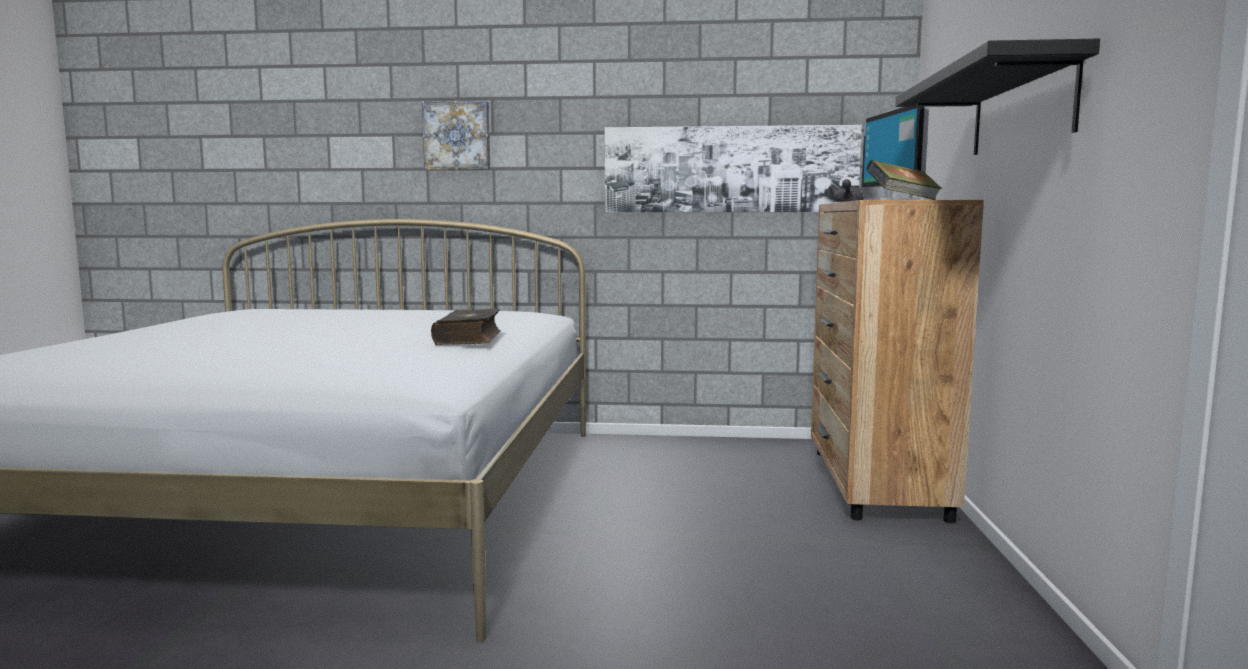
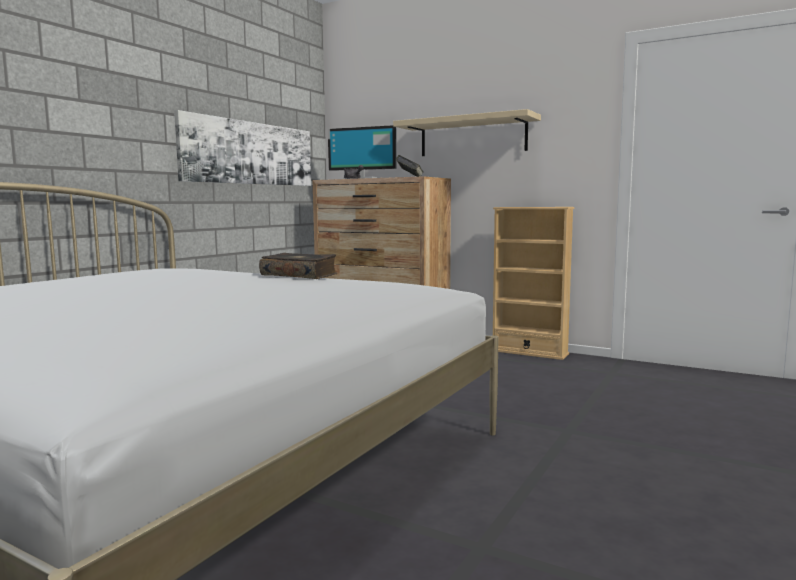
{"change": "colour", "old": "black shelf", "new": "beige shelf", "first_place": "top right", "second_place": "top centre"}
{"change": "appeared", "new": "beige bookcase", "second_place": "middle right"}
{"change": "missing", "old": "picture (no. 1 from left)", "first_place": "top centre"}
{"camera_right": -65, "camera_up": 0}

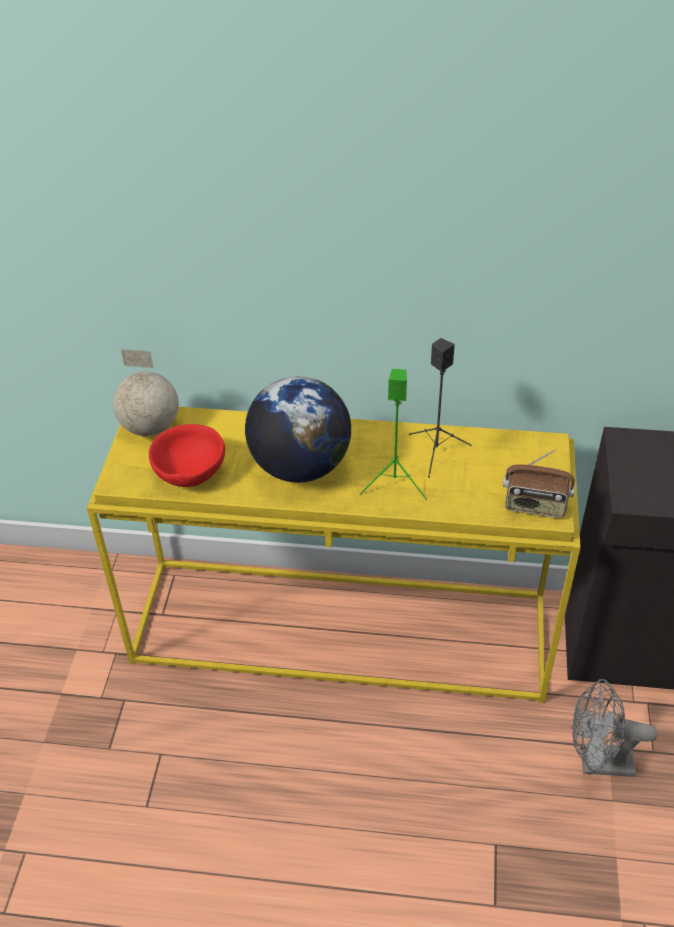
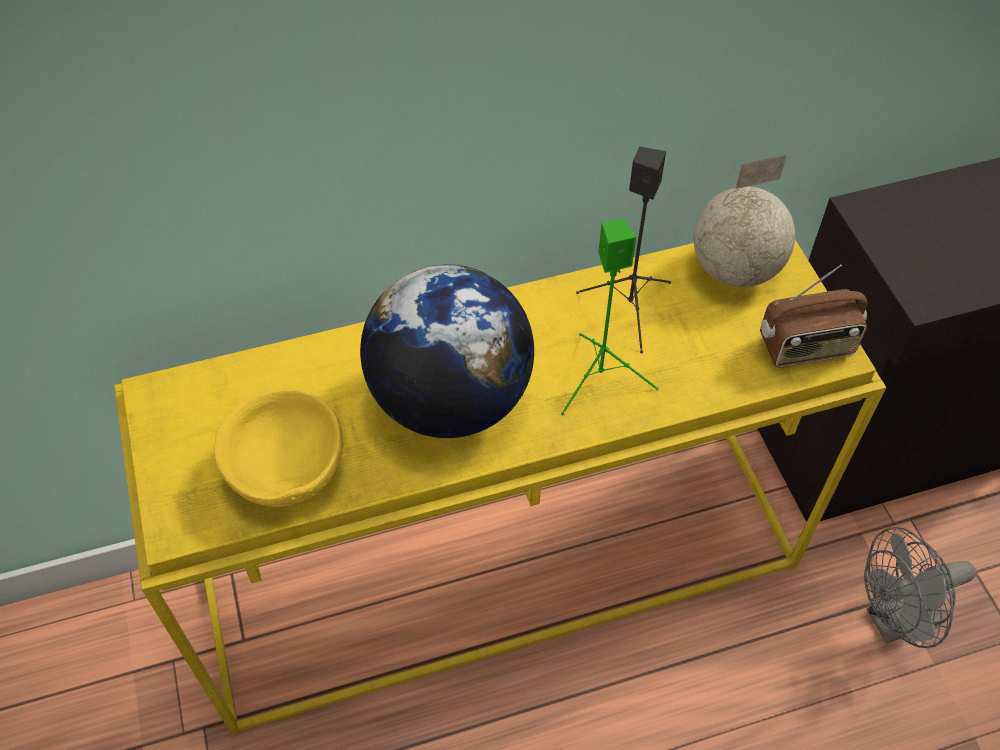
{"change": "colour", "old": "red bowl", "new": "yellow bowl", "first_place": "middle left", "second_place": "middle left"}
{"change": "relocated", "old": "globe (no. 1 from left in the first image)", "new": "globe (no. 2 from left)", "first_place": "middle left", "second_place": "top right"}
{"camera_right": -25, "camera_up": 10}

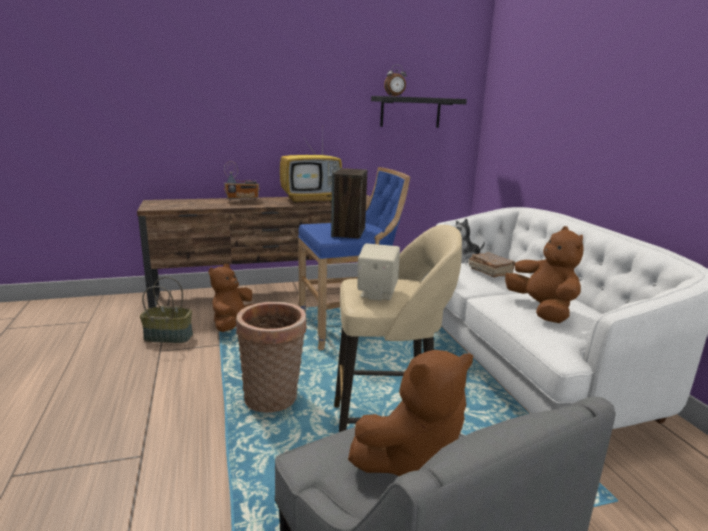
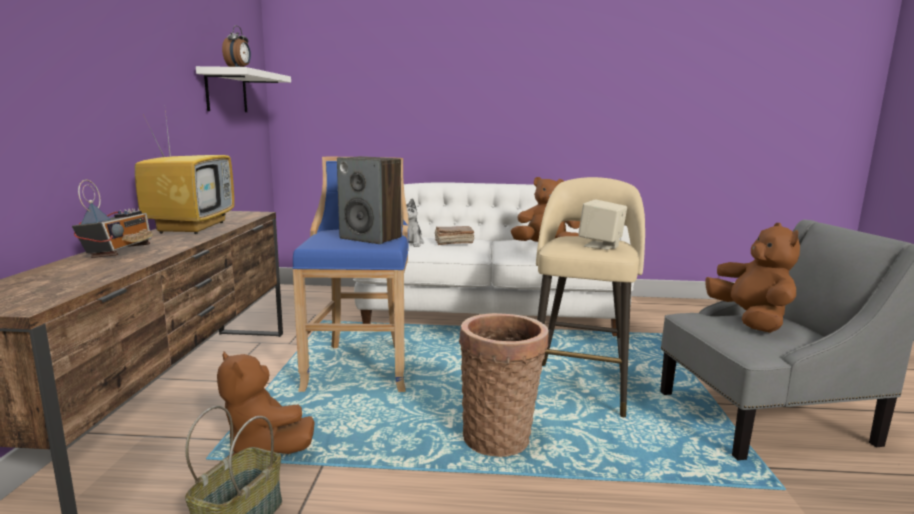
{"change": "colour", "old": "black shelf", "new": "white shelf", "first_place": "top centre", "second_place": "top left"}
{"camera_right": -70, "camera_up": -5}

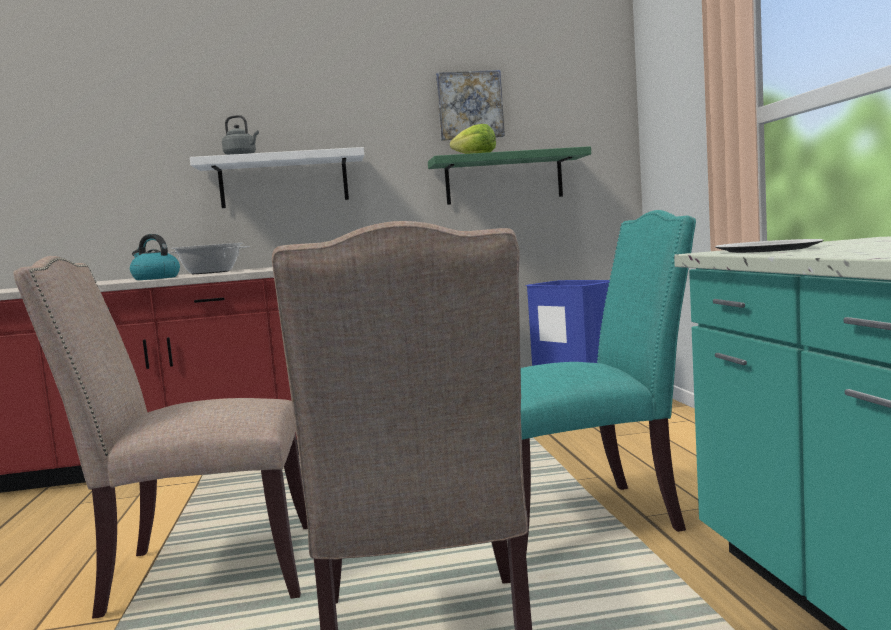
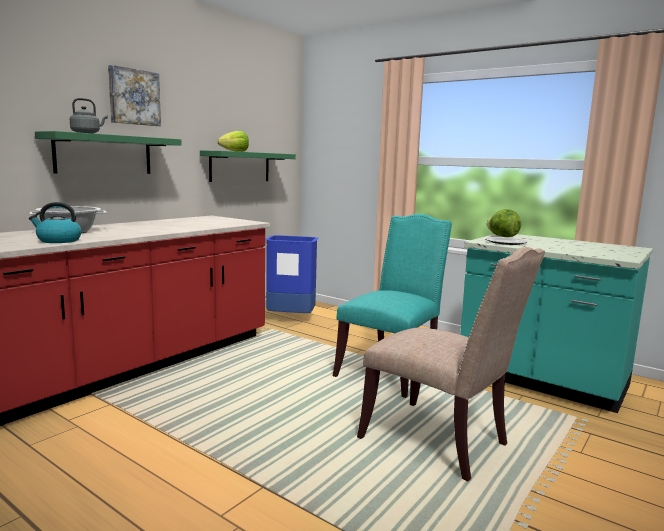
{"change": "colour", "old": "white shelf", "new": "green shelf (no. 1 from left)", "first_place": "top left", "second_place": "top left"}
{"change": "relocated", "old": "picture", "first_place": "top centre", "second_place": "top left"}
{"change": "appeared", "new": "lettuce (no. 2 from left)", "second_place": "middle right"}
{"change": "missing", "old": "beige chair (no. 1 from left)", "first_place": "bottom left"}
{"camera_right": -45, "camera_up": 5}

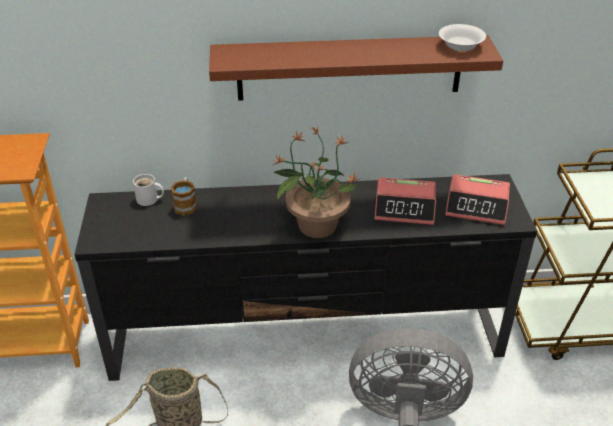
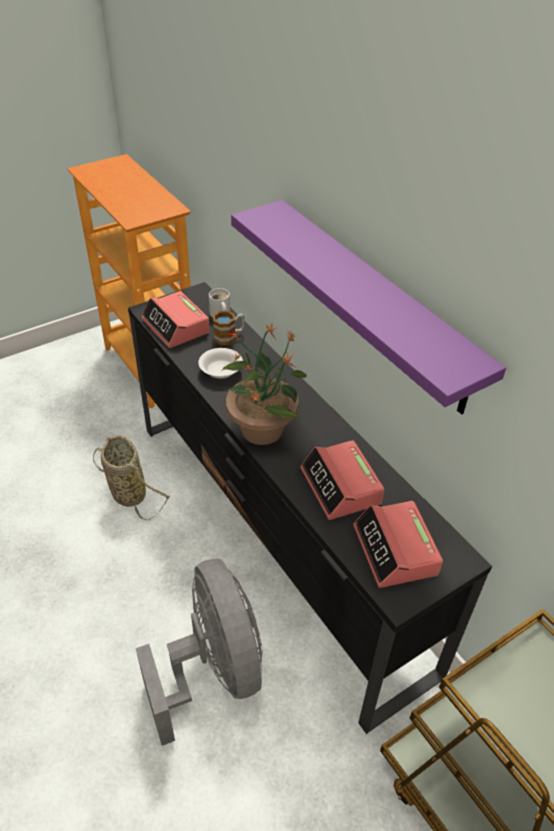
{"change": "appeared", "new": "alarm clock (no. 1 from left)", "second_place": "middle left"}
{"change": "relocated", "old": "white bowl", "first_place": "top right", "second_place": "centre"}
{"change": "colour", "old": "brown shelf", "new": "purple shelf", "first_place": "top centre", "second_place": "centre"}
{"camera_right": 60, "camera_up": 5}

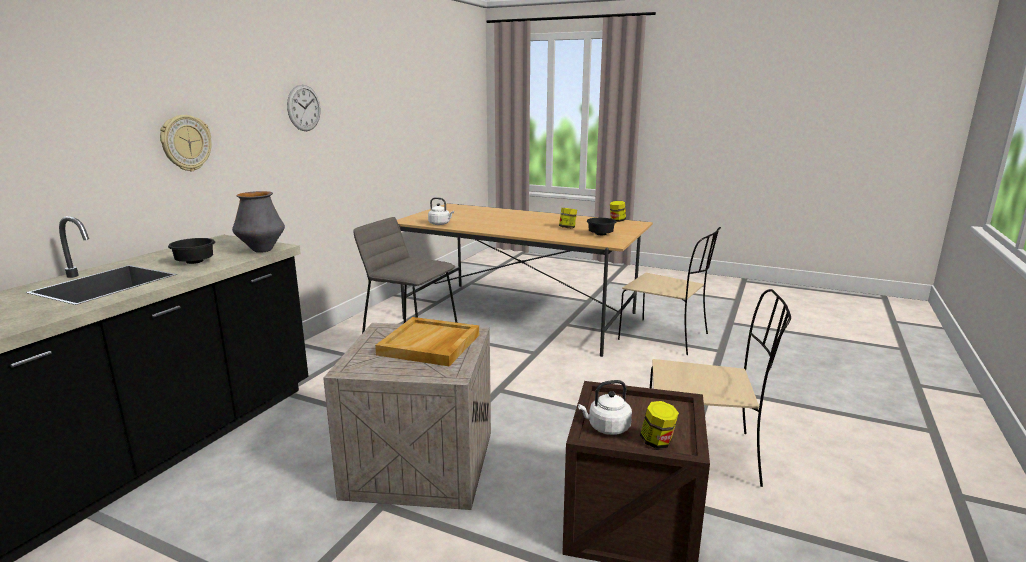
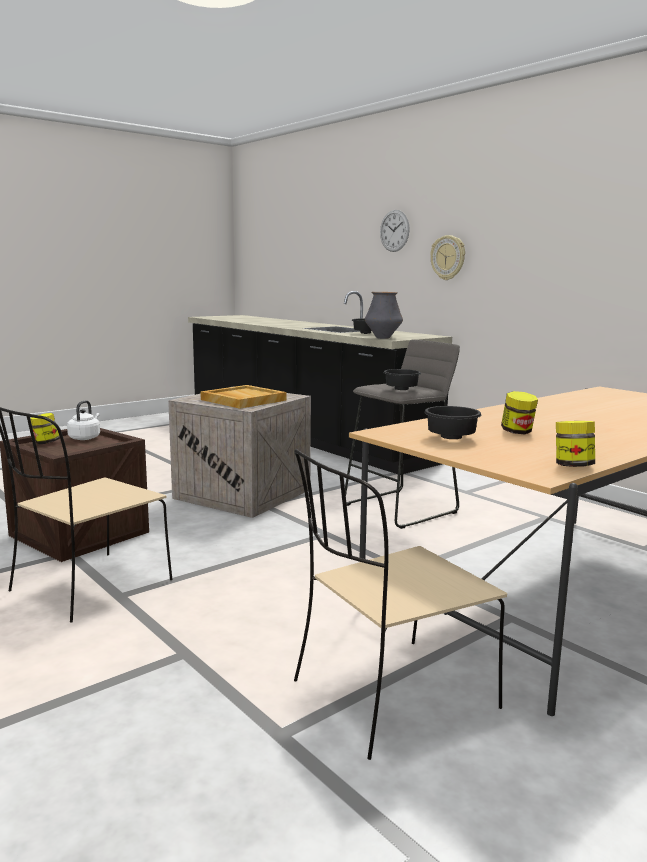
{"change": "relocated", "old": "wall clock (no. 2 from left in the first image)", "new": "wall clock (no. 1 from left)", "first_place": "top left", "second_place": "top centre"}
{"change": "appeared", "new": "black bowl (no. 2 from left)", "second_place": "centre"}
{"change": "missing", "old": "white kettle (no. 1 from left)", "first_place": "centre"}
{"camera_right": 115, "camera_up": -5}

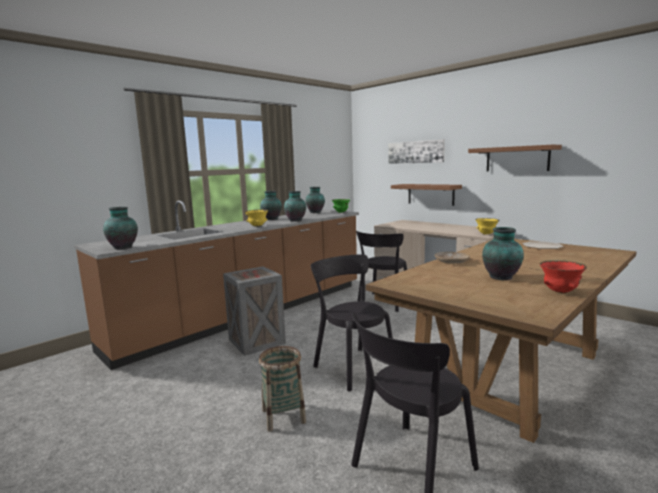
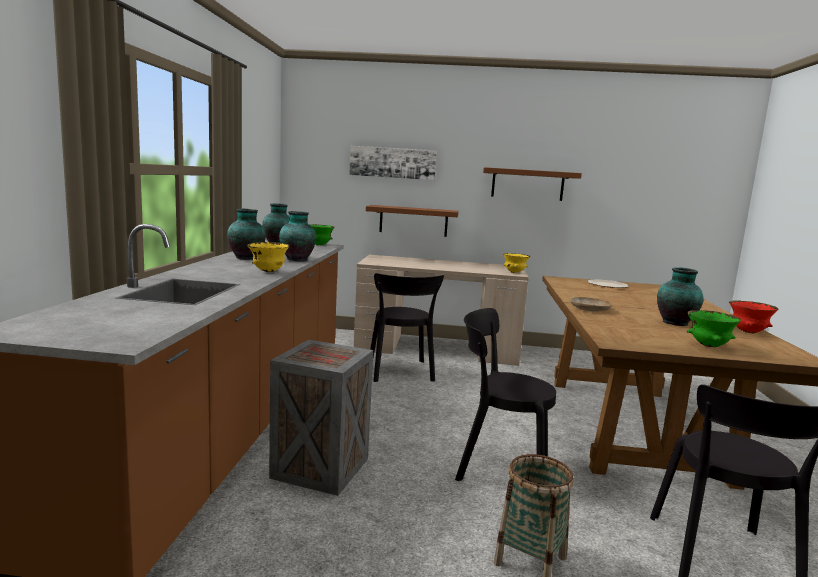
{"change": "appeared", "new": "green bowl (no. 2 from left)", "second_place": "middle right"}
{"change": "missing", "old": "vase (no. 1 from left)", "first_place": "middle left"}
{"camera_right": -40, "camera_up": 0}

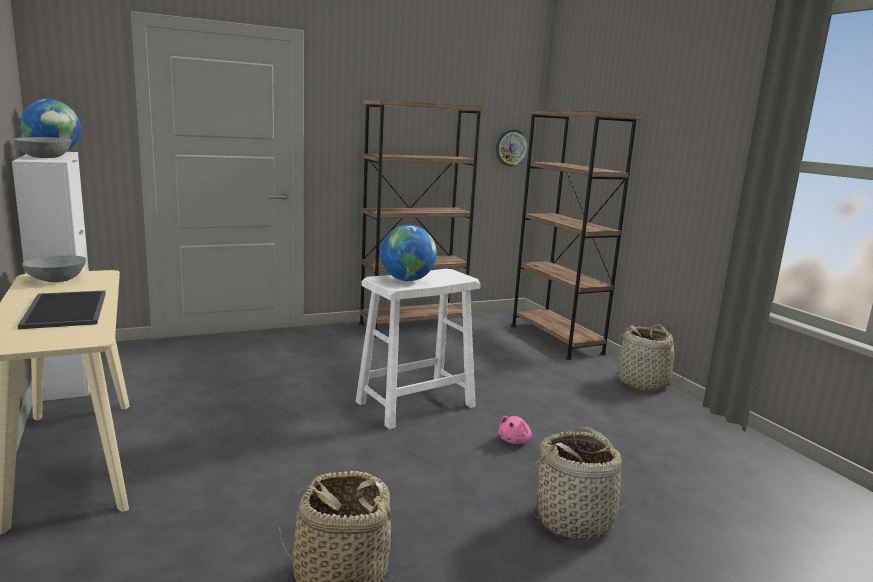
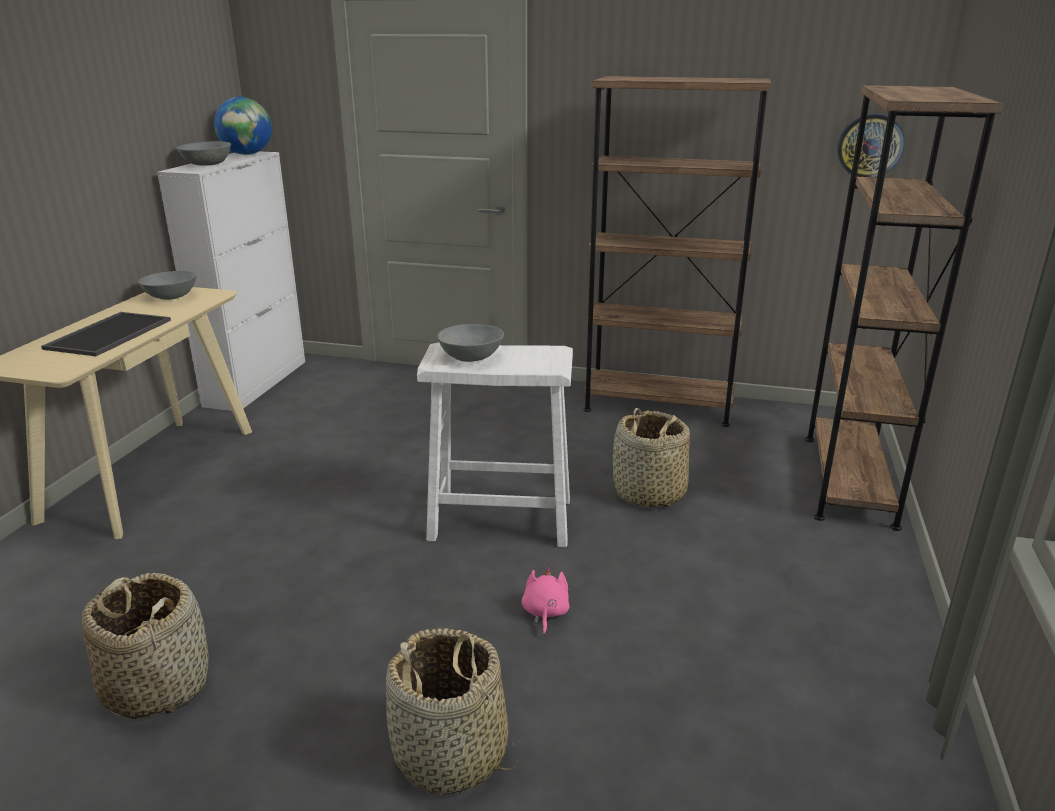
{"change": "exchanged", "old": "globe (no. 2 from left)", "new": "grey bowl (no. 3 from left)", "first_place": "centre", "second_place": "centre"}
{"change": "spun", "old": "pink plush toy", "first_place": "bottom centre", "second_place": "bottom centre", "degrees": 120}
{"change": "relocated", "old": "basket (no. 3 from left)", "first_place": "middle right", "second_place": "centre"}
{"camera_right": 40, "camera_up": 10}

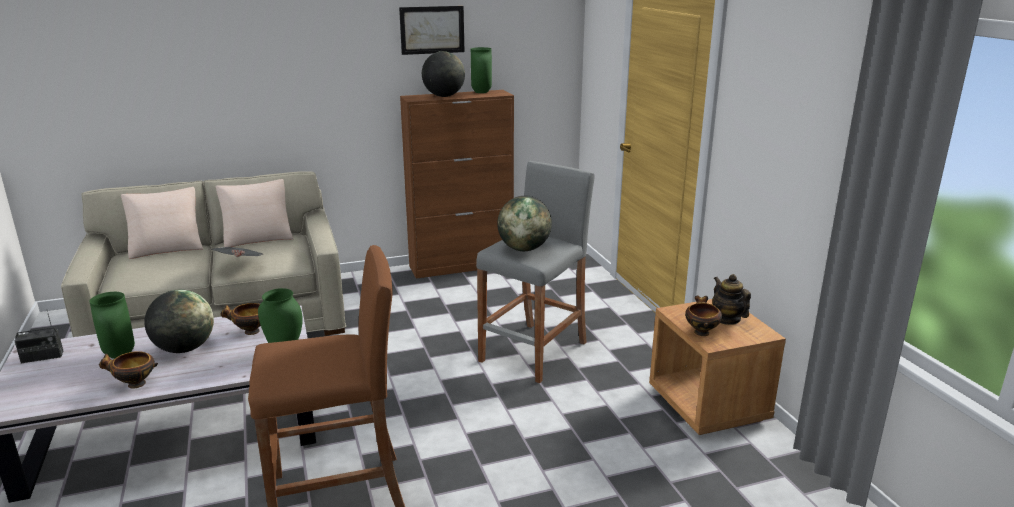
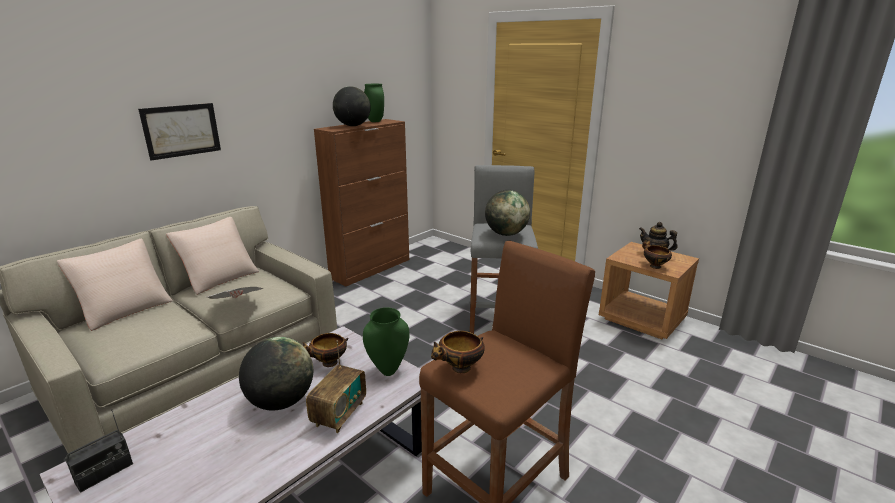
{"change": "relocated", "old": "picture", "first_place": "top centre", "second_place": "top left"}
{"change": "appeared", "new": "radio (no. 2 from left)", "second_place": "bottom centre"}
{"change": "relocated", "old": "bowl (no. 1 from left in the first image)", "new": "bowl (no. 2 from left)", "first_place": "bottom left", "second_place": "bottom centre"}
{"change": "missing", "old": "green vase (no. 1 from left)", "first_place": "middle left"}
{"camera_right": -30, "camera_up": 0}

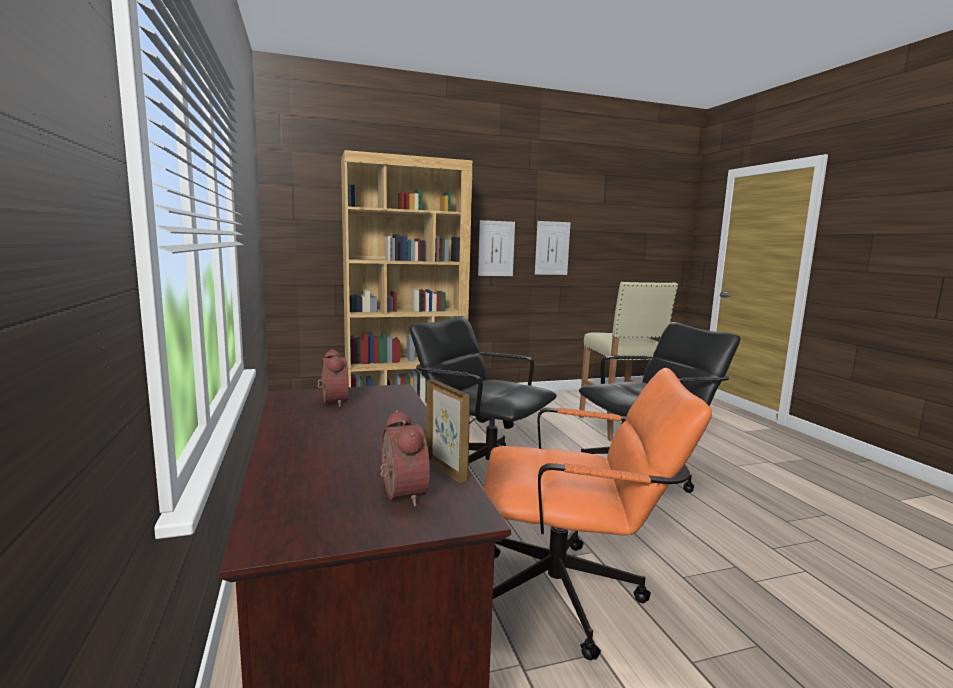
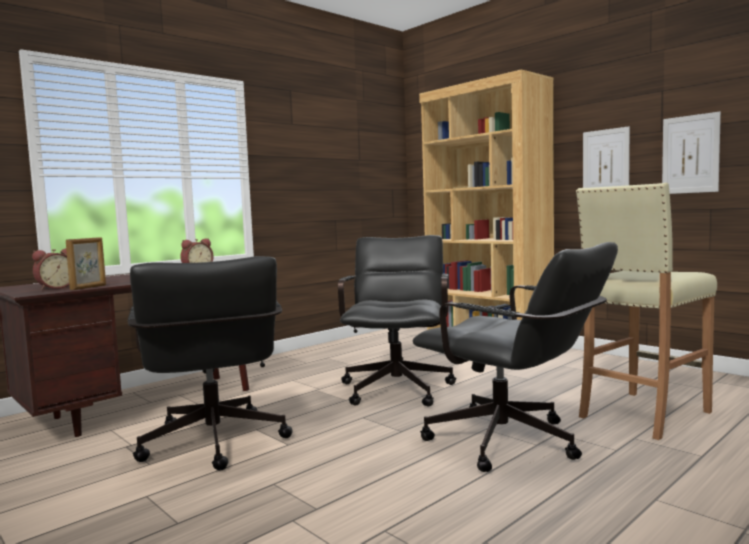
{"change": "colour", "old": "orange office chair", "new": "black office chair (no. 1 from left)", "first_place": "bottom centre", "second_place": "bottom left"}
{"camera_right": 65, "camera_up": -5}

